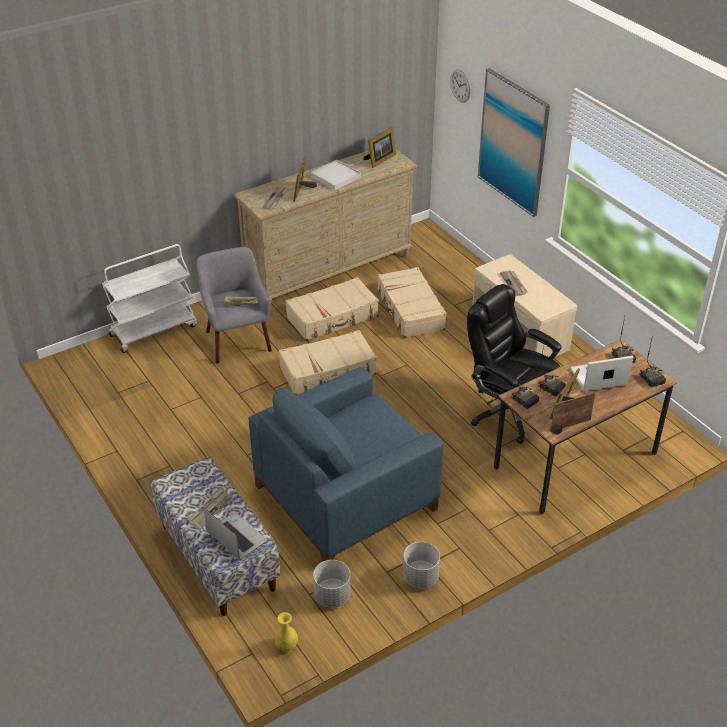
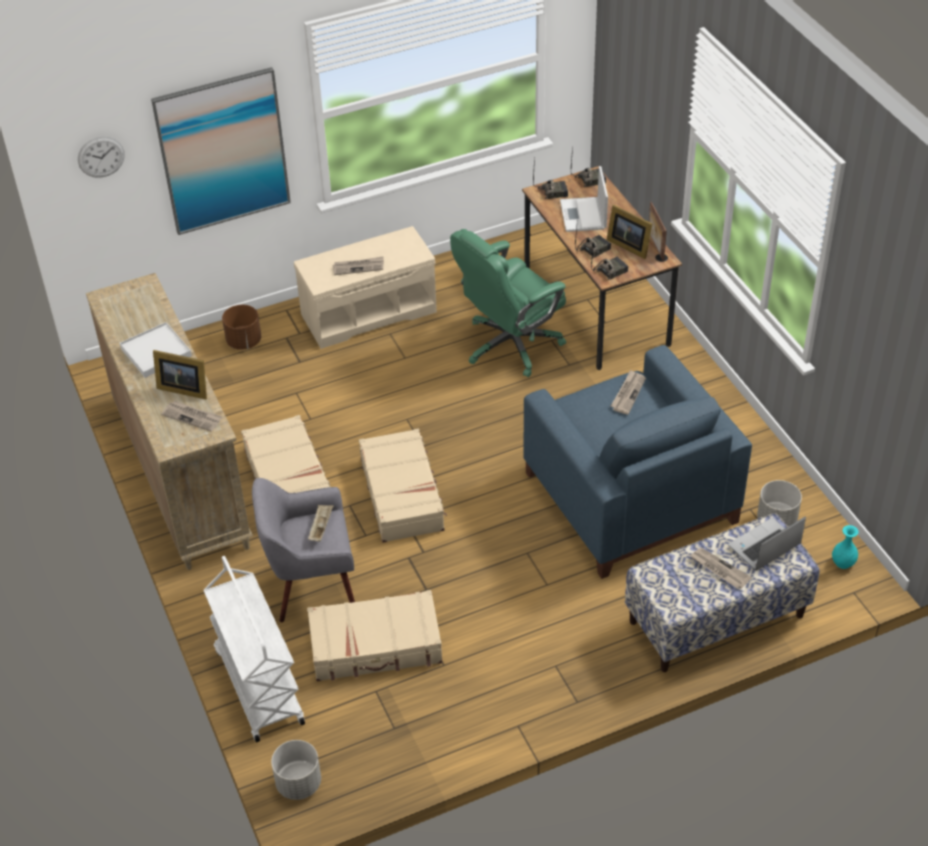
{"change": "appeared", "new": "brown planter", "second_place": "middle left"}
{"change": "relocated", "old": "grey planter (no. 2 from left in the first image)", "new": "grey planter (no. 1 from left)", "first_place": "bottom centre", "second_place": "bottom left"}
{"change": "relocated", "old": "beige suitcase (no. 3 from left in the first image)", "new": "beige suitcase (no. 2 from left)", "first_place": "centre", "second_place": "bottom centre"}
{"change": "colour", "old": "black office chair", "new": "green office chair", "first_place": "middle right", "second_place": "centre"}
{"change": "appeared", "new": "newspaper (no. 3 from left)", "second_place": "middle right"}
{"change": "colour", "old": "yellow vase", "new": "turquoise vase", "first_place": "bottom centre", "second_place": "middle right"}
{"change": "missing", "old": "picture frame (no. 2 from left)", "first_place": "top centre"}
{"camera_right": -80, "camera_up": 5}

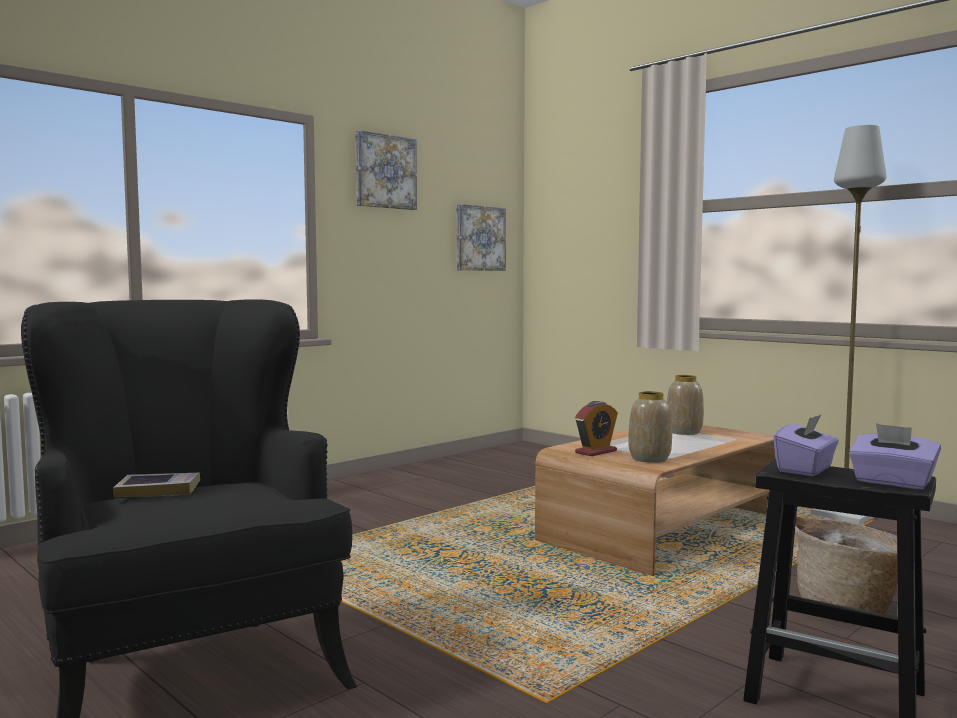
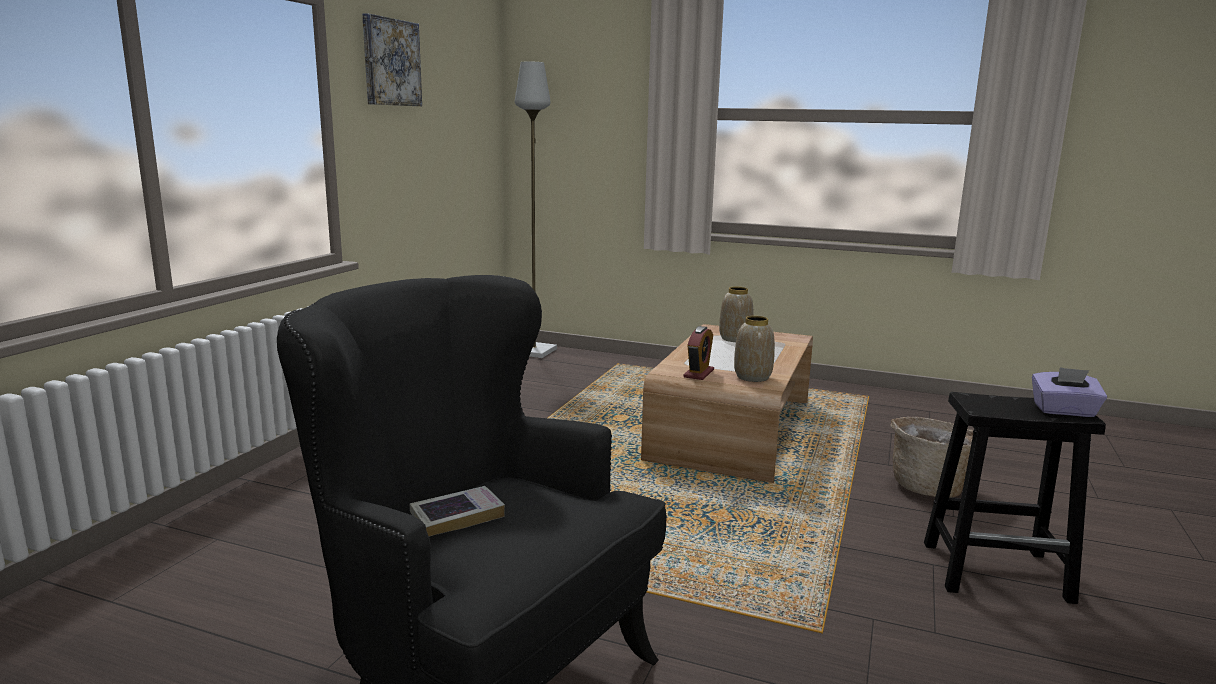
{"change": "relocated", "old": "grey floor lamp", "first_place": "middle right", "second_place": "top centre"}
{"change": "missing", "old": "picture (no. 2 from left)", "first_place": "top centre"}
{"change": "missing", "old": "purple tissue box (no. 1 from left)", "first_place": "middle right"}
{"camera_right": -25, "camera_up": 10}

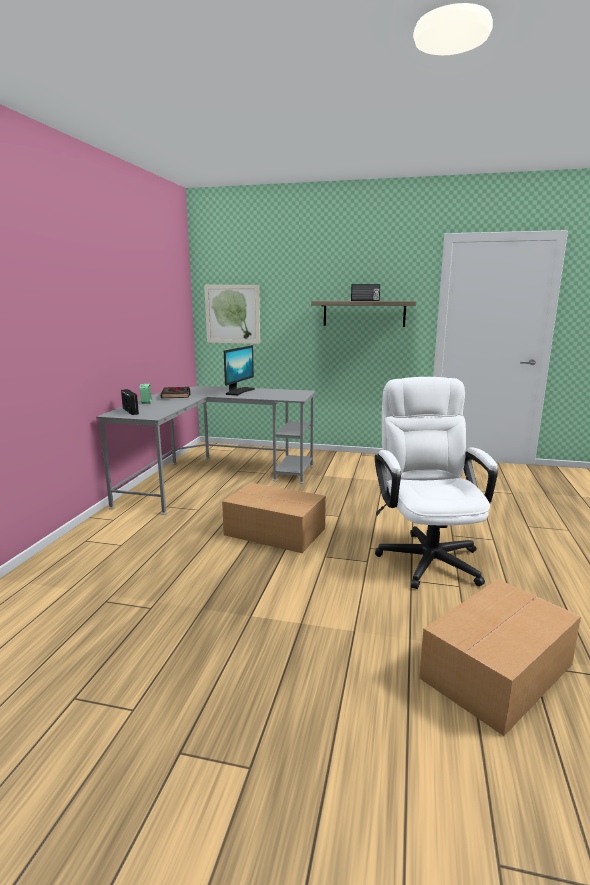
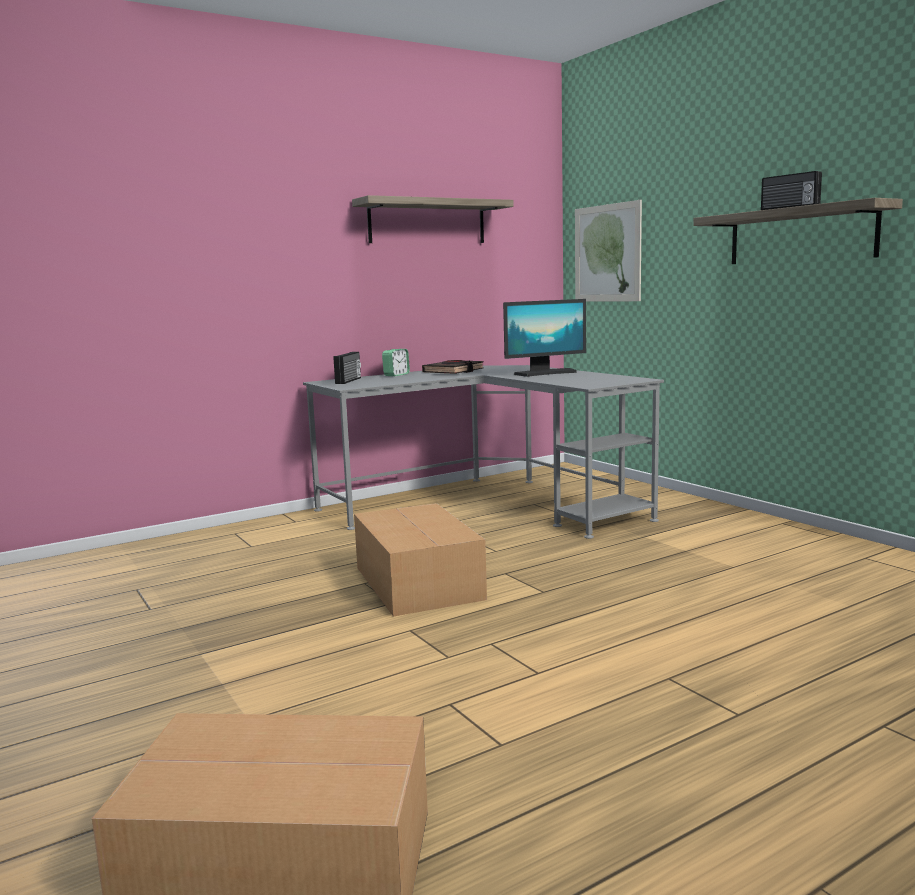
{"change": "appeared", "new": "shelf (no. 1 from left)", "second_place": "top centre"}
{"change": "missing", "old": "white office chair", "first_place": "middle right"}
{"camera_right": 45, "camera_up": -5}

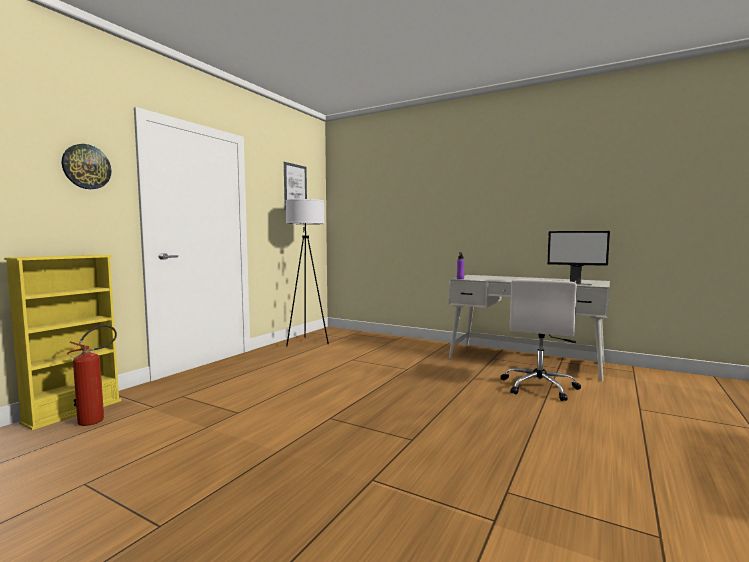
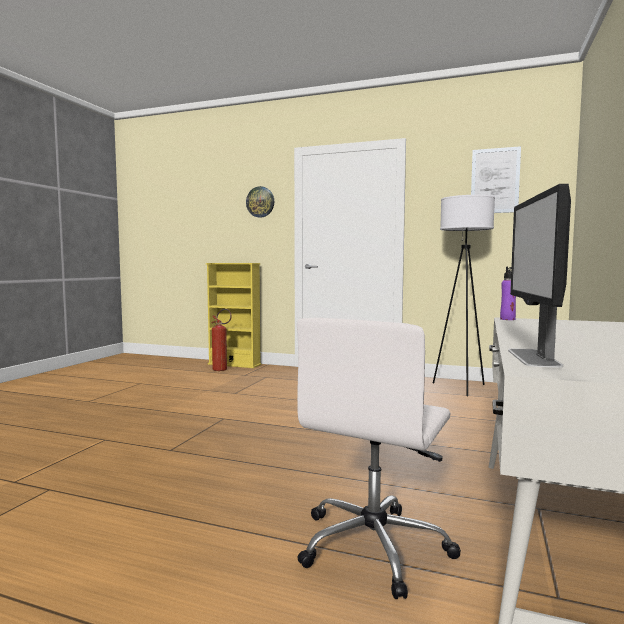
{"change": "spun", "old": "white office chair", "first_place": "middle right", "second_place": "bottom centre", "degrees": -75}
{"camera_right": 80, "camera_up": 0}

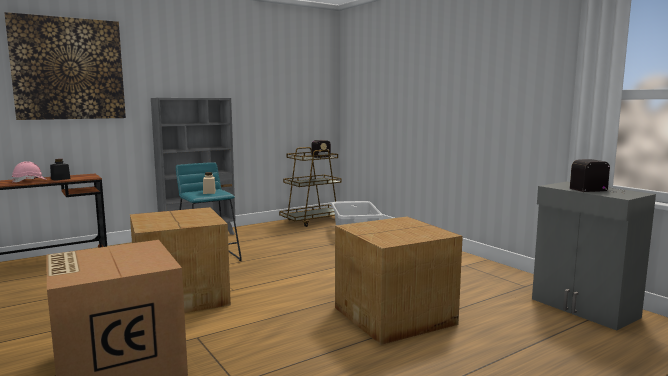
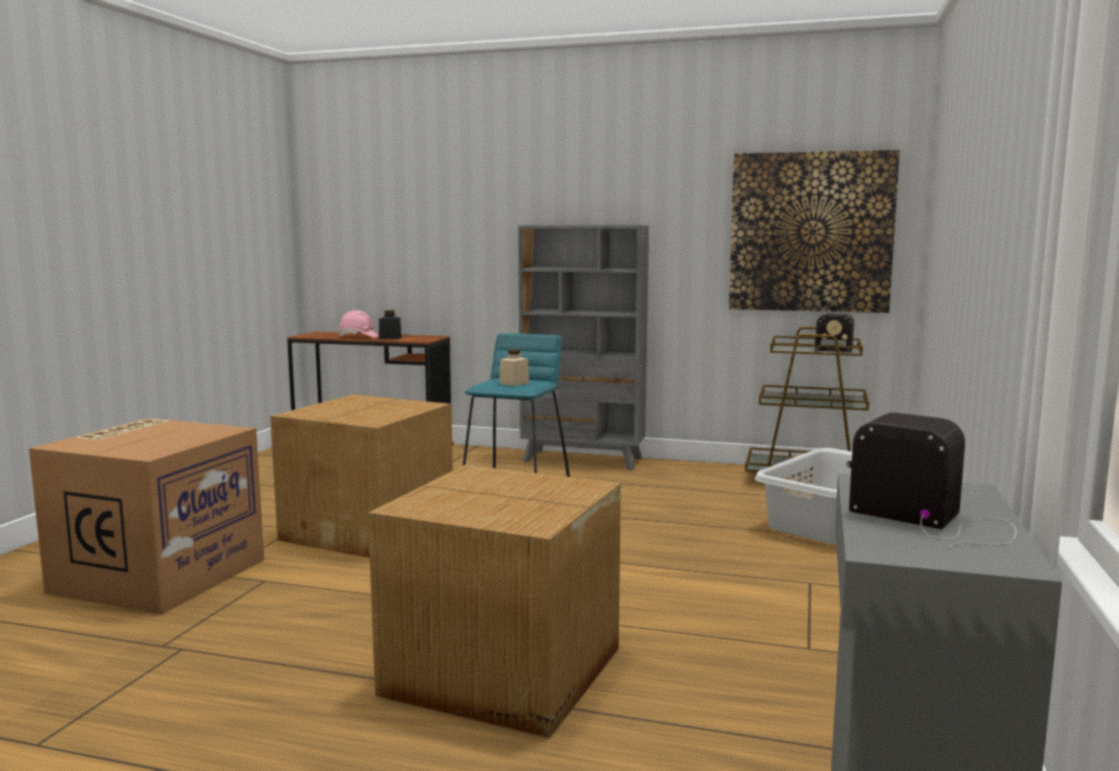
{"change": "relocated", "old": "picture", "first_place": "top left", "second_place": "top right"}
{"camera_right": 50, "camera_up": 0}

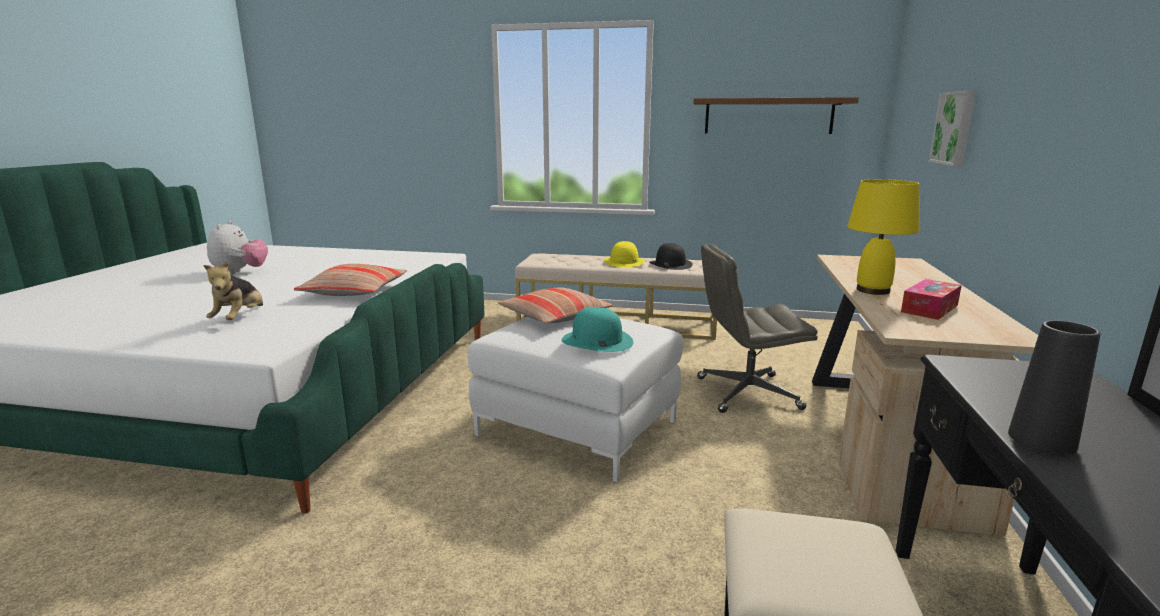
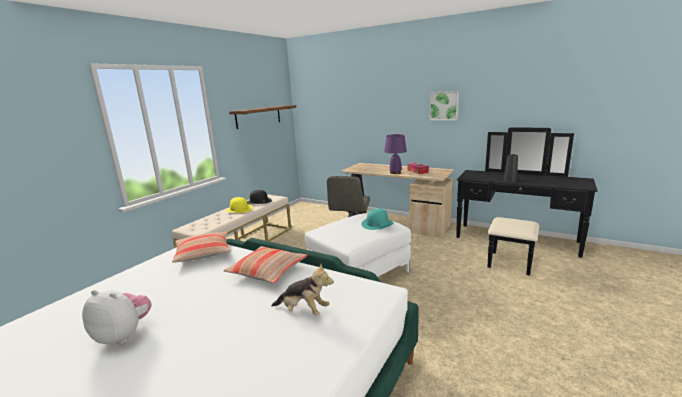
{"change": "relocated", "old": "pillow (no. 2 from left in the first image)", "new": "pillow (no. 1 from left)", "first_place": "centre", "second_place": "middle left"}
{"change": "colour", "old": "yellow table lamp", "new": "purple table lamp", "first_place": "middle right", "second_place": "centre"}
{"change": "relocated", "old": "picture", "first_place": "top right", "second_place": "top centre"}
{"camera_right": -70, "camera_up": 0}

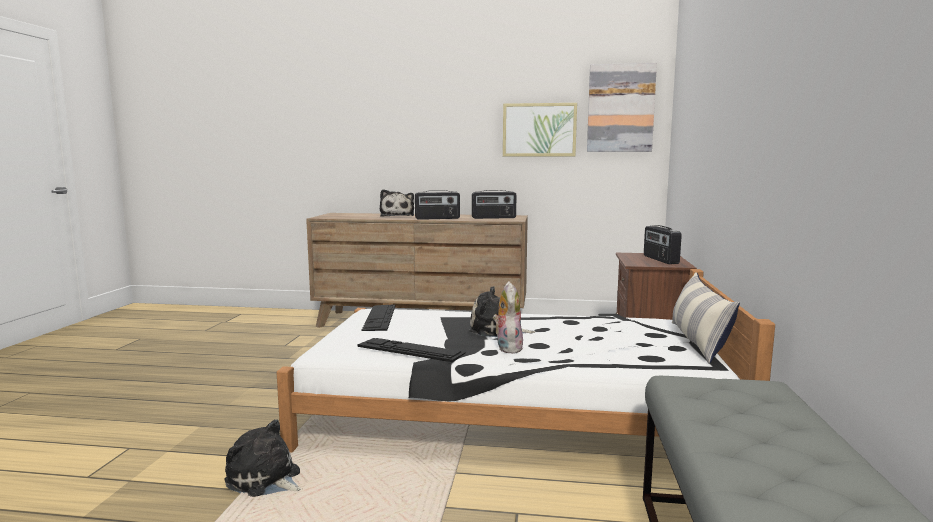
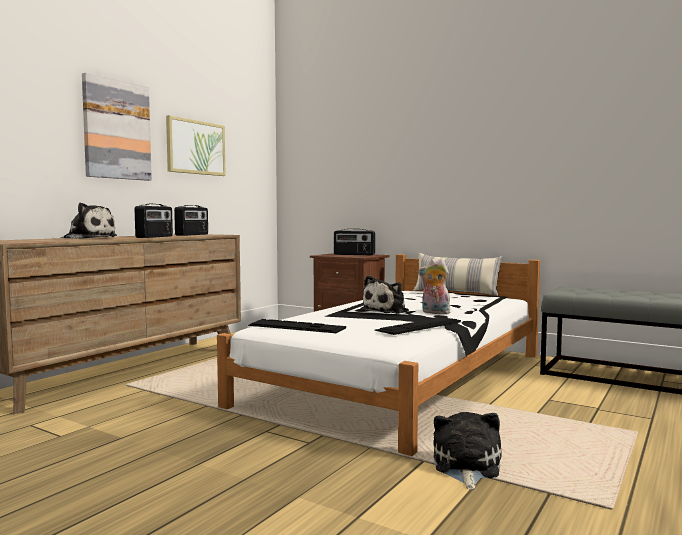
{"change": "relocated", "old": "picture (no. 2 from left in the first image)", "new": "picture (no. 1 from left)", "first_place": "top right", "second_place": "top left"}
{"change": "spun", "old": "plush toy (no. 1 from left in the first image)", "first_place": "bottom left", "second_place": "bottom right", "degrees": 135}
{"camera_right": -65, "camera_up": -5}

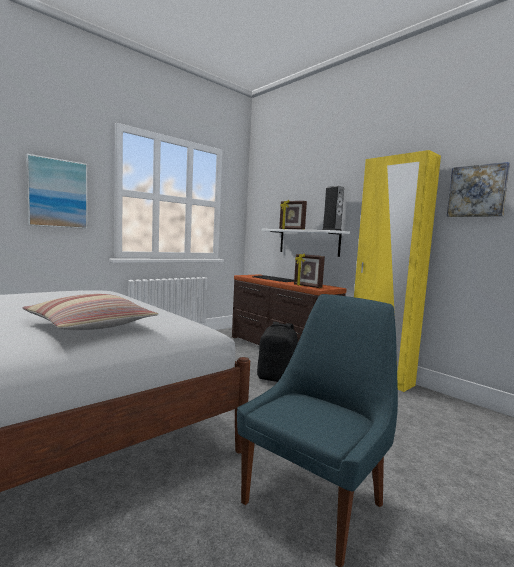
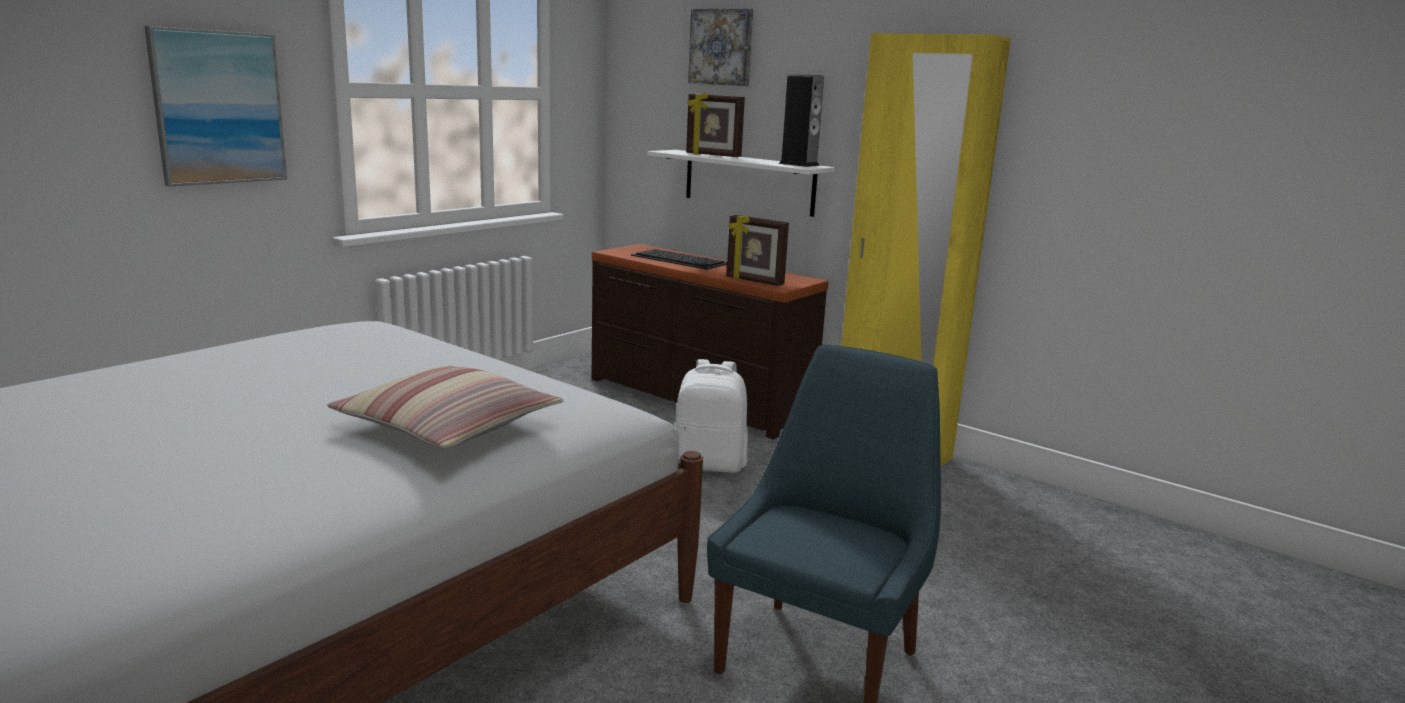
{"change": "colour", "old": "black backpack", "new": "white backpack", "first_place": "centre", "second_place": "centre"}
{"change": "relocated", "old": "picture (no. 2 from left)", "first_place": "middle right", "second_place": "top centre"}
{"camera_right": -10, "camera_up": 10}

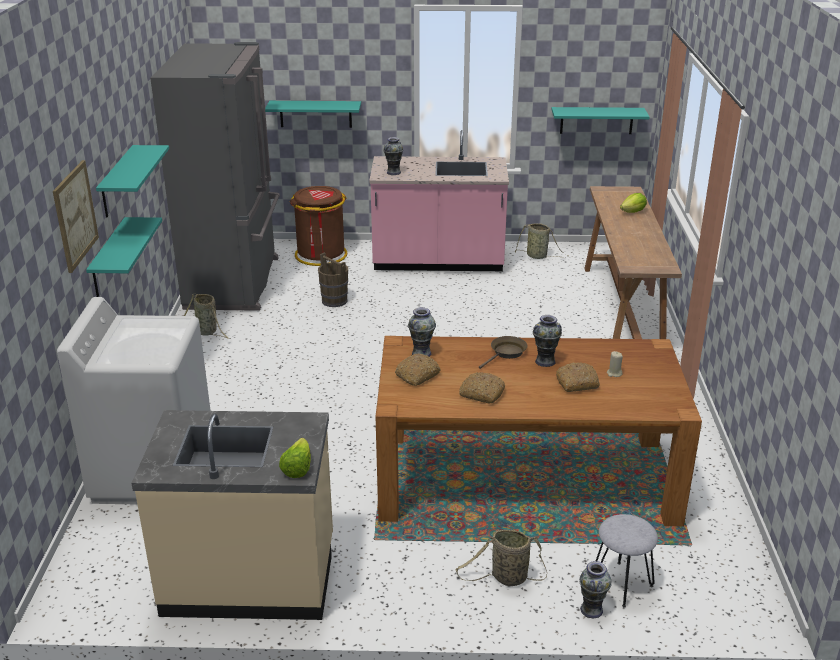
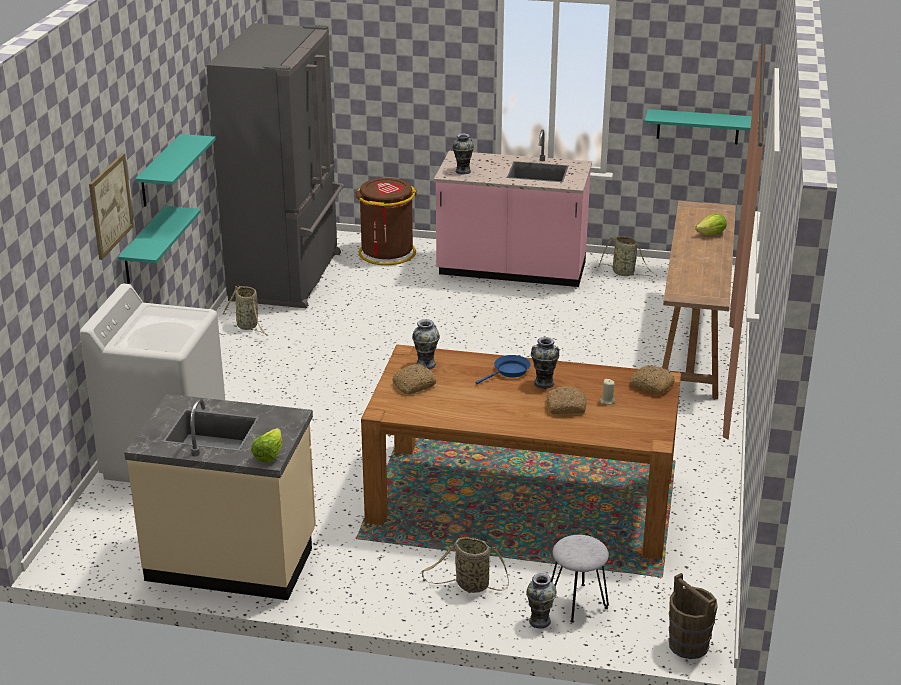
{"change": "colour", "old": "brown frying pan", "new": "blue frying pan", "first_place": "centre", "second_place": "centre"}
{"change": "relocated", "old": "bread (no. 2 from left in the first image)", "new": "bread (no. 3 from left)", "first_place": "centre", "second_place": "middle right"}
{"change": "relocated", "old": "brown bucket", "first_place": "centre", "second_place": "bottom right"}
{"change": "missing", "old": "turquoise shelf (no. 3 from left)", "first_place": "top centre"}
{"camera_right": 10, "camera_up": 0}

